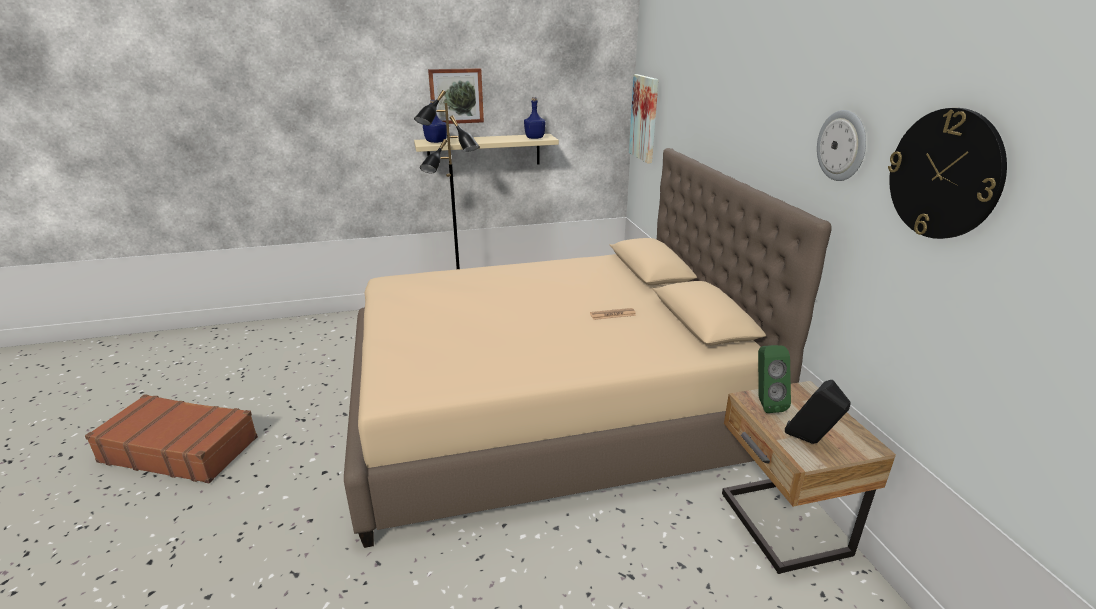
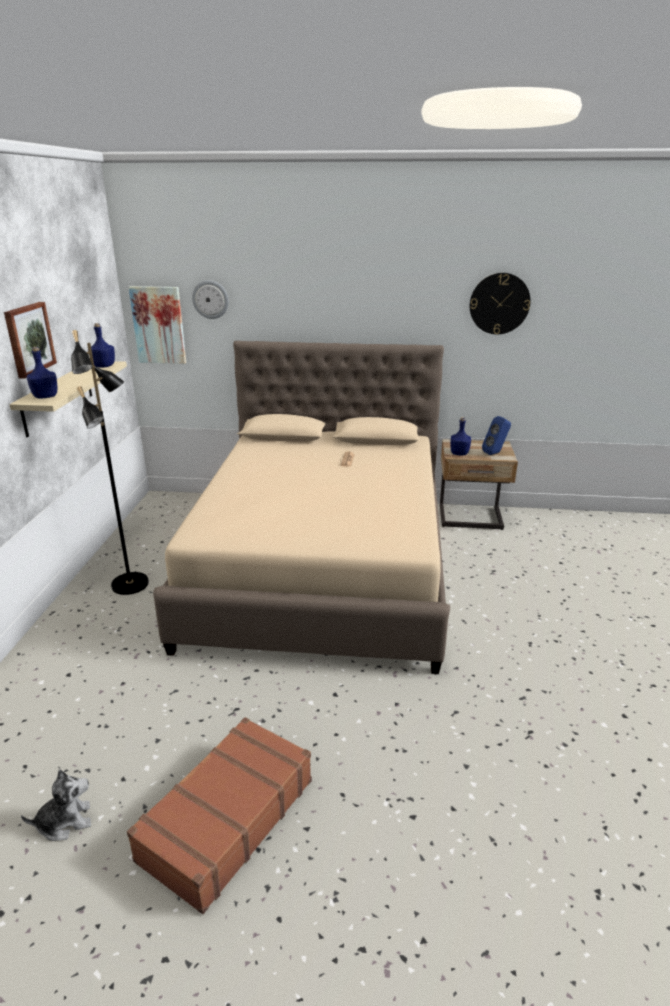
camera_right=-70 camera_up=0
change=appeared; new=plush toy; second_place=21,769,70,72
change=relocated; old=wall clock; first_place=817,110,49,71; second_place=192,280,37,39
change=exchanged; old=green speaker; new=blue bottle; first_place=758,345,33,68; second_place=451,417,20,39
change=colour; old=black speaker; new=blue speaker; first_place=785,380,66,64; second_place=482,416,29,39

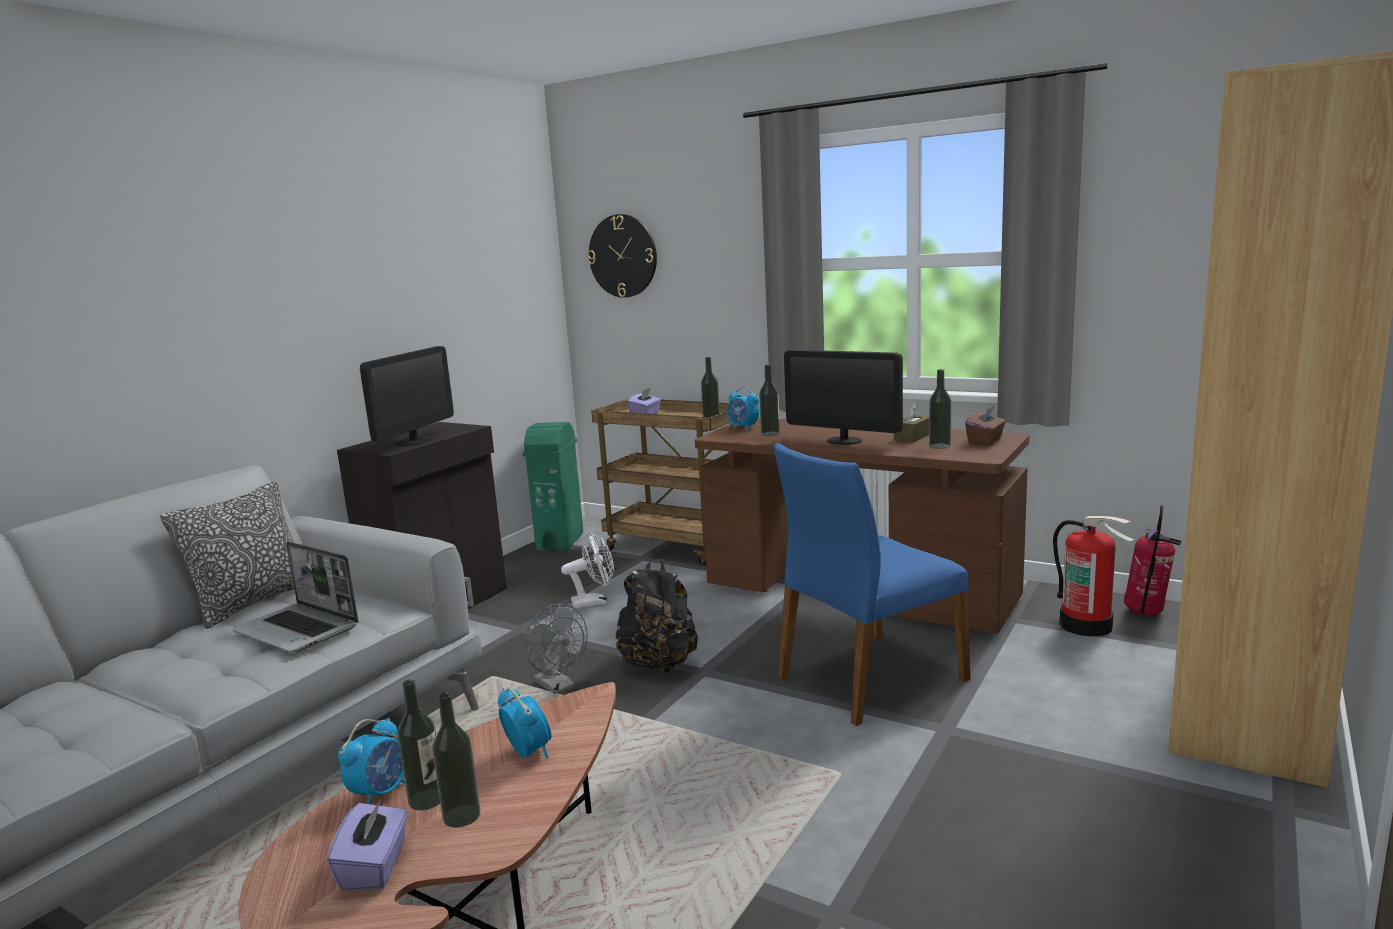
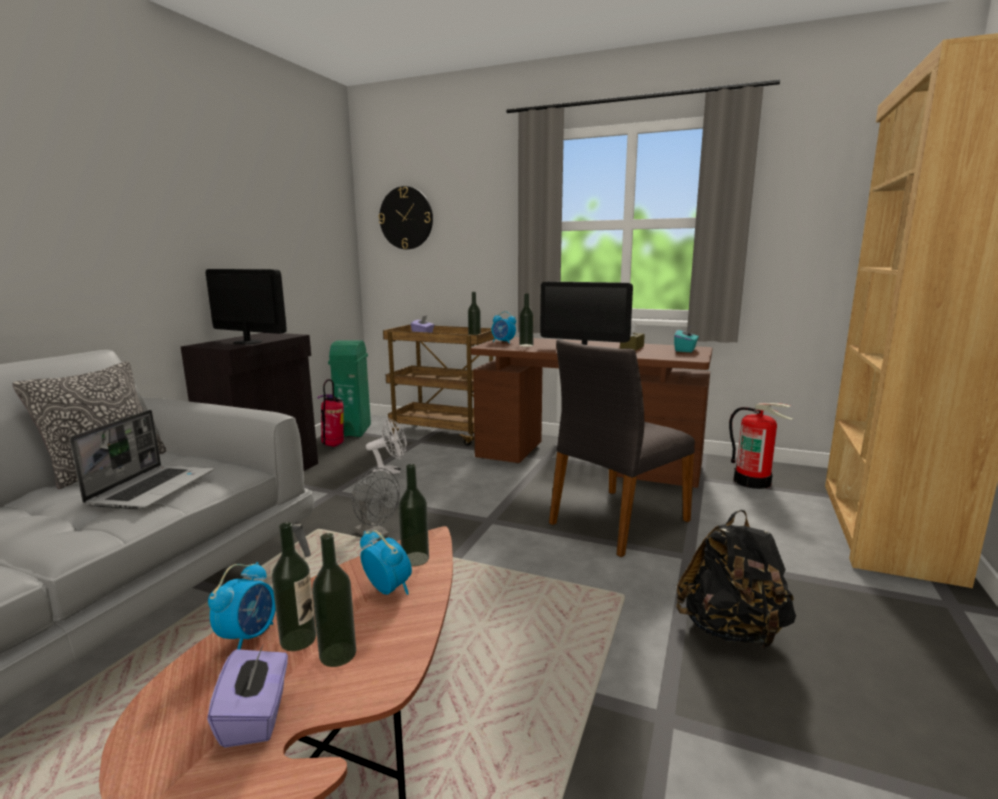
camera_right=-10 camera_up=0
change=relocated; old=black backpack; first_place=615,556,83,117; second_place=676,510,120,139
change=relocated; old=bottle; first_place=929,369,22,80; second_place=399,464,30,102
change=relocated; old=fire extinguisher; first_place=1124,505,58,111; second_place=317,379,27,68
change=colour; old=blue chair; new=grey chair; first_place=774,443,196,283; second_place=549,339,146,218
change=colour; old=brown tissue box; new=turquoise tissue box; first_place=965,405,41,40; second_place=674,325,25,27
change=spun; old=laptop; first_place=232,541,127,111; second_place=70,410,144,100; degrees=-105
change=spun; old=monitor; first_place=360,346,94,100; second_place=206,269,81,76; degrees=-75

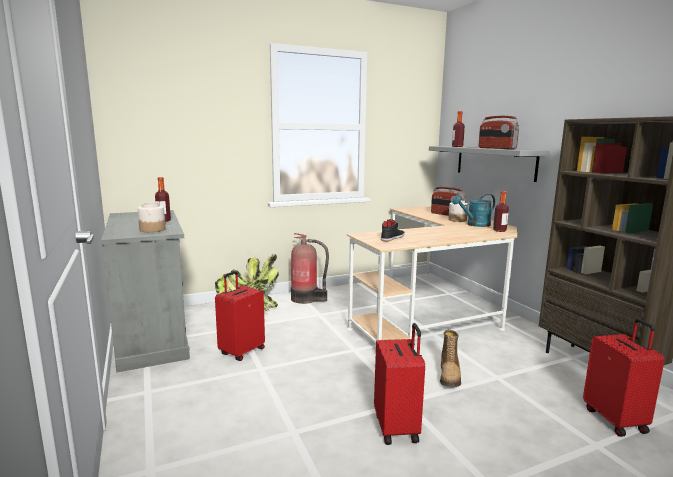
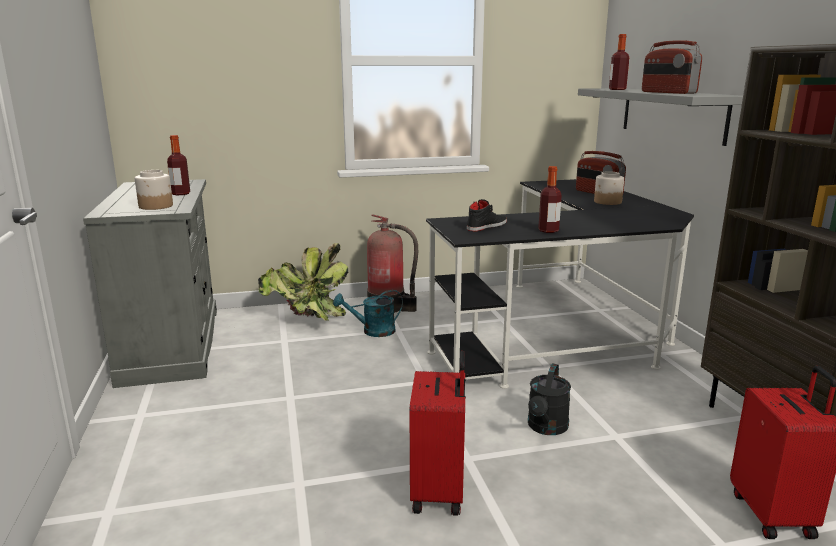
camera_right=10 camera_up=5
change=missing; old=red suitcase; first_place=215,271,50,90
change=relocated; old=turquoise watering can; first_place=452,194,43,33; second_place=333,290,70,47
change=relocated; old=bottle; first_place=493,191,16,41; second_place=538,166,24,67
change=exchanged; old=boot; new=black watering can; first_place=440,330,21,58; second_place=528,363,43,72
change=colour; old=beige desk; new=black desk; first_place=347,206,170,150; second_place=426,179,268,210

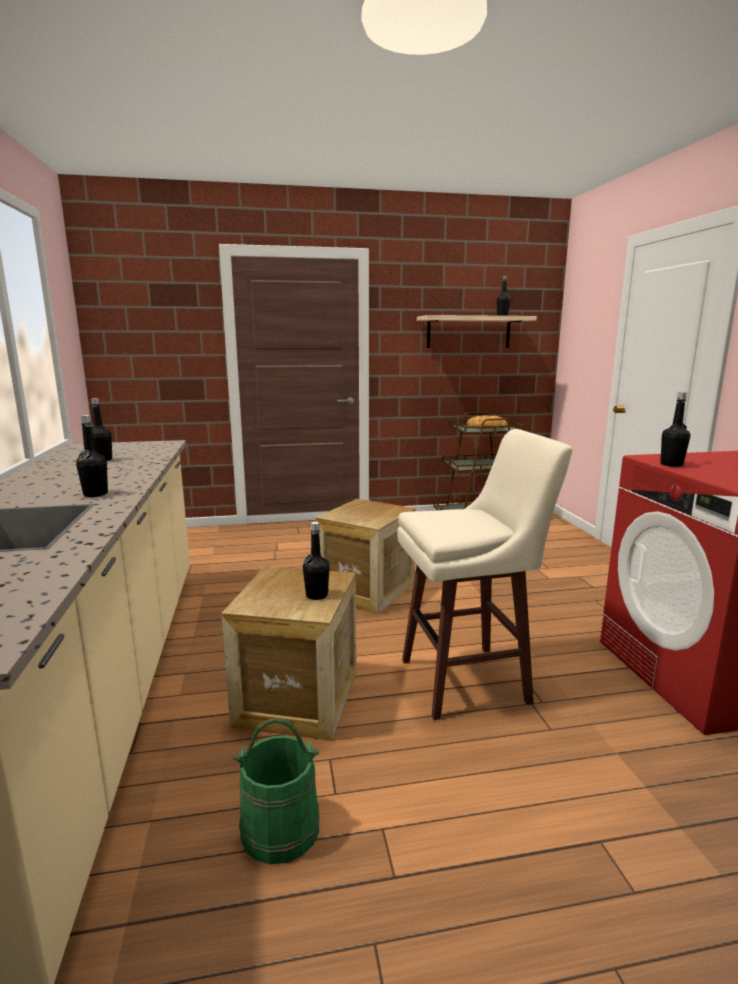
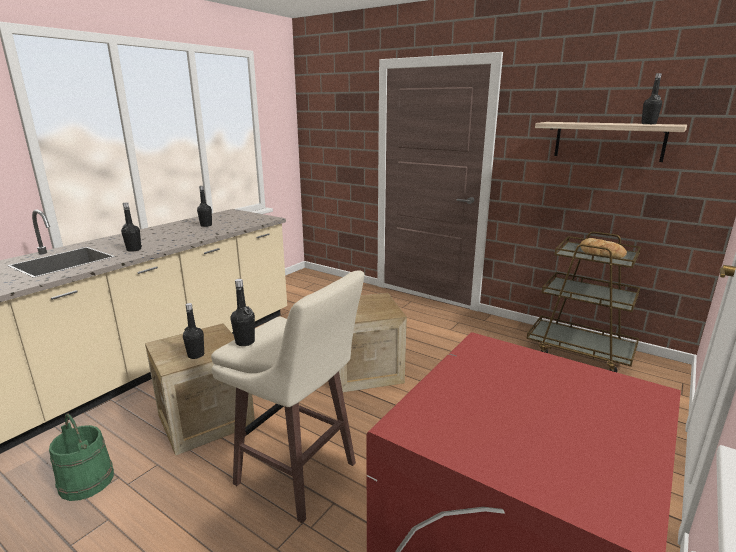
camera_right=45 camera_up=5
change=relocated; old=black bottle; first_place=660,392,30,75; second_place=230,279,25,67

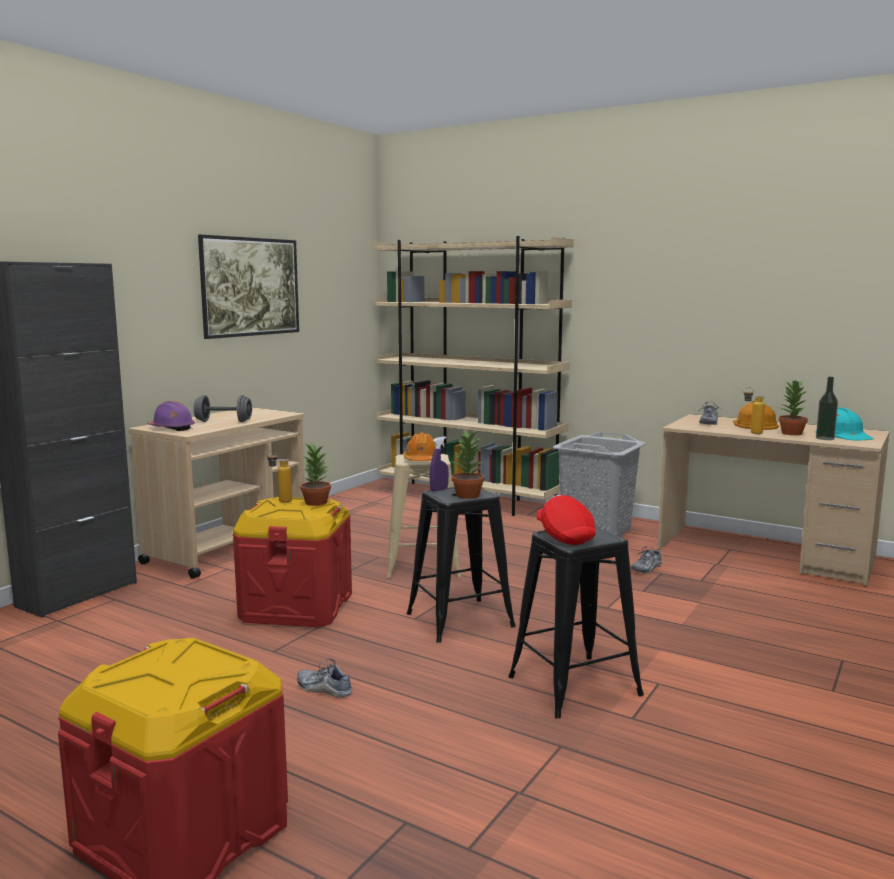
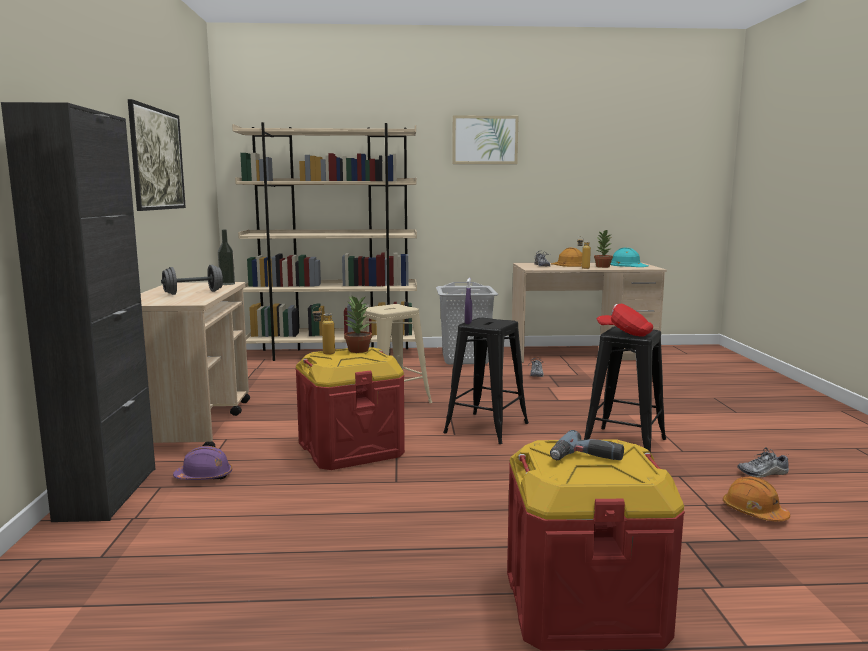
camera_right=-35 camera_up=0
change=missing; old=potted plant; first_place=452,430,32,69
change=appeared; new=picture; second_place=452,115,66,49
change=appeared; new=power drill; second_place=550,430,74,30
change=relocated; old=purple hard hat; first_place=147,401,48,30; second_place=173,446,59,34
change=relocated; old=shoe; first_place=297,658,55,39; second_place=737,447,52,31
change=relocated; old=orange hard hat; first_place=403,432,33,29; second_place=723,477,67,45
change=relocated; old=bottle; first_place=816,377,22,63; second_place=218,230,17,55

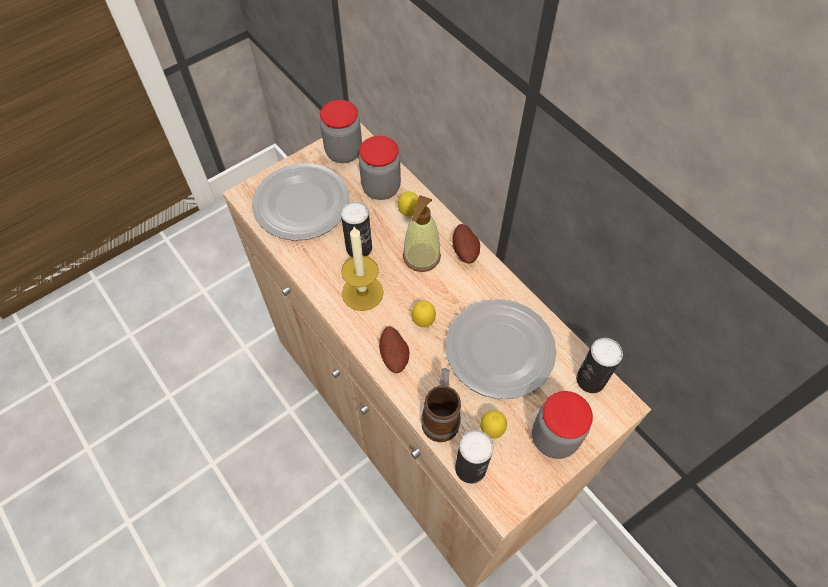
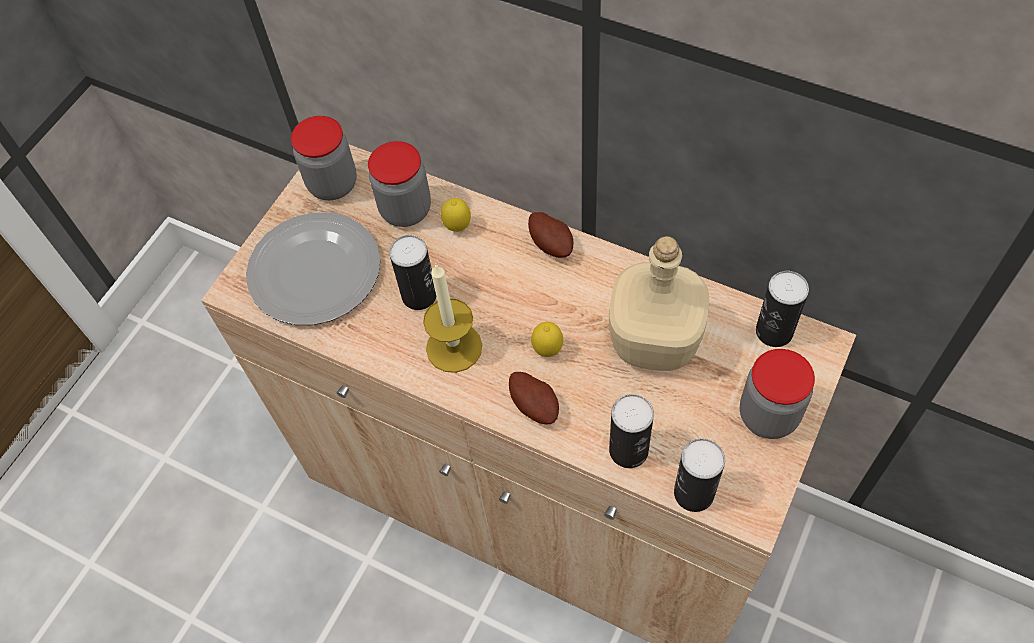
camera_right=-20 camera_up=0
change=missing; old=soap dispenser; first_place=403,195,38,77
change=missing; old=lemon; first_place=480,410,27,28
change=exchanged; old=mug; new=can; first_place=421,368,40,74; second_place=609,394,45,74
change=exchanged; old=plate; new=beige bottle; first_place=445,299,111,100; second_place=609,236,100,135

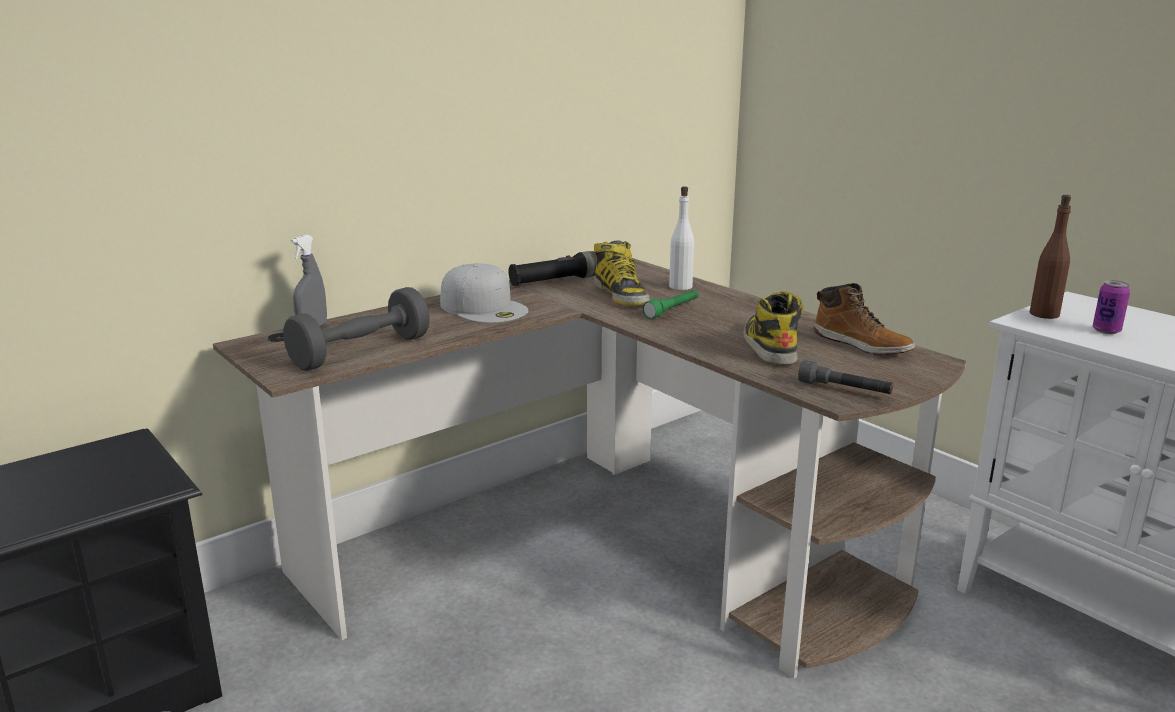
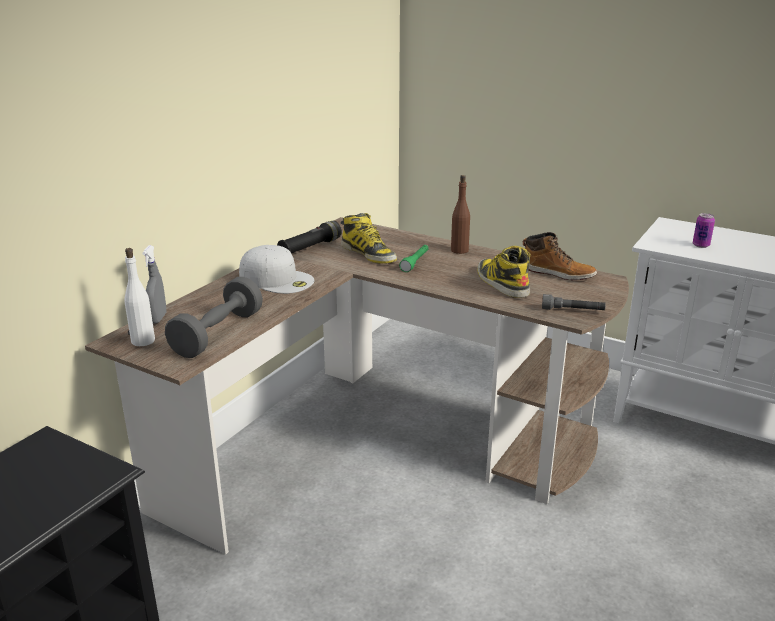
camera_right=-20 camera_up=5
change=relocated; old=white bottle; first_place=669,186,25,104; second_place=124,248,31,98
change=relocated; old=brown bottle; first_place=1030,195,41,124; second_place=451,175,19,79

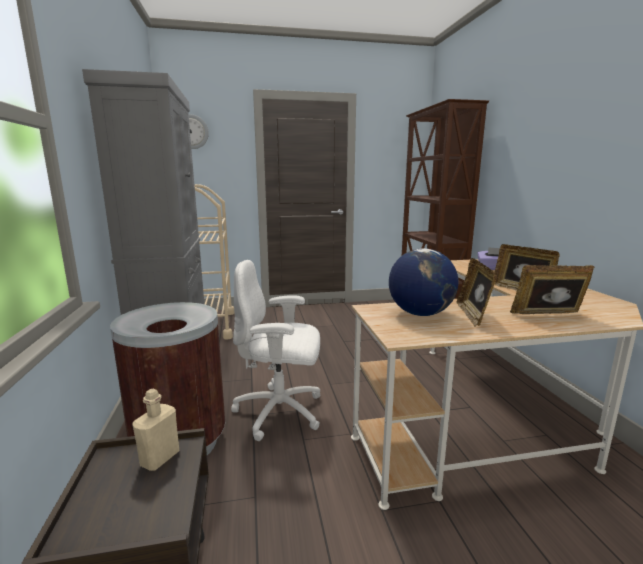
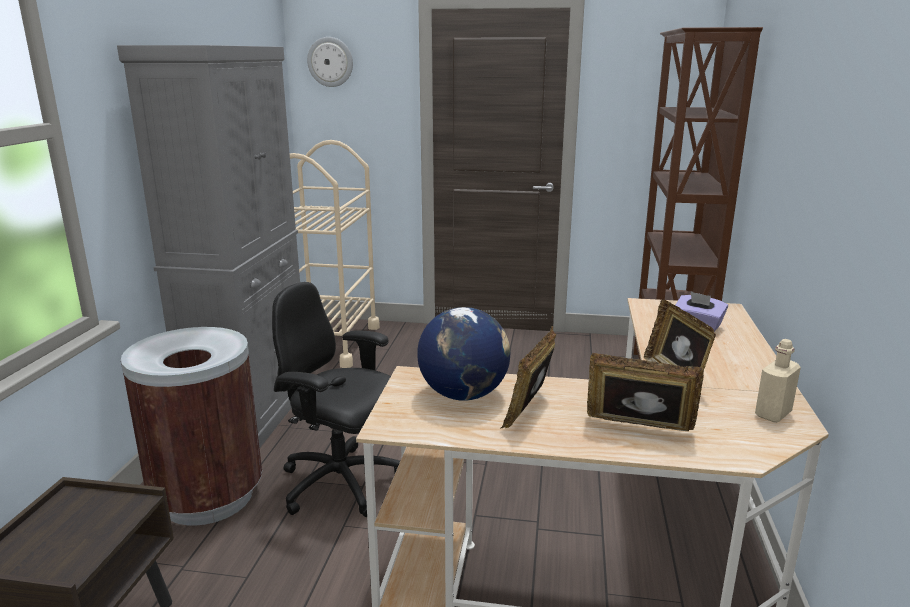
camera_right=20 camera_up=5
change=relocated; old=beige bottle; first_place=132,389,48,82; second_place=755,339,46,84
change=colour; old=white office chair; new=black office chair; first_place=231,260,89,181; second_place=272,282,128,235

